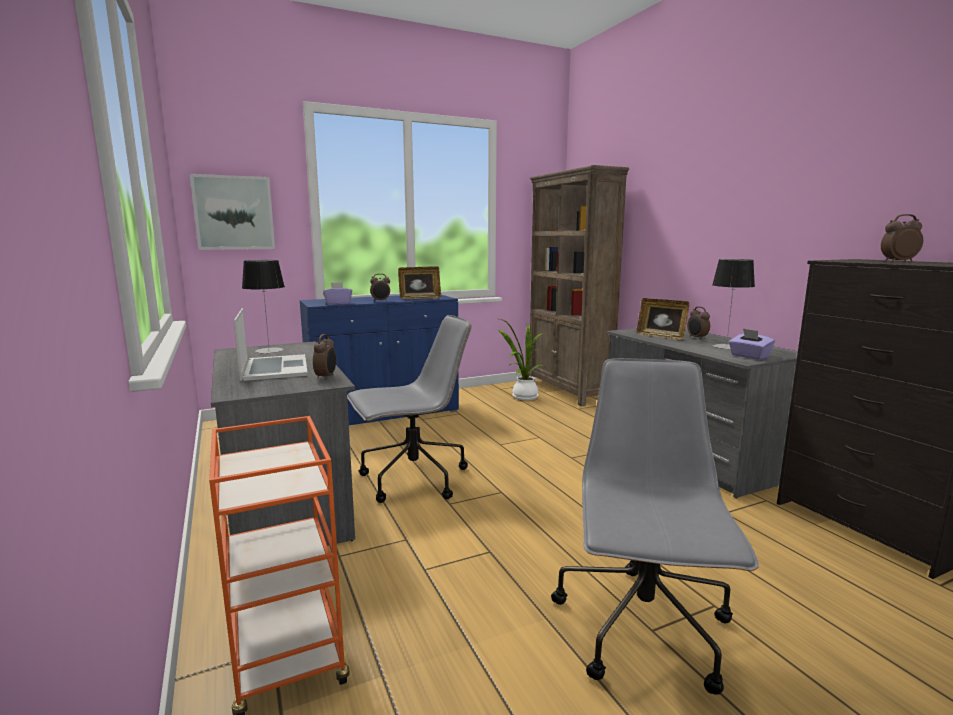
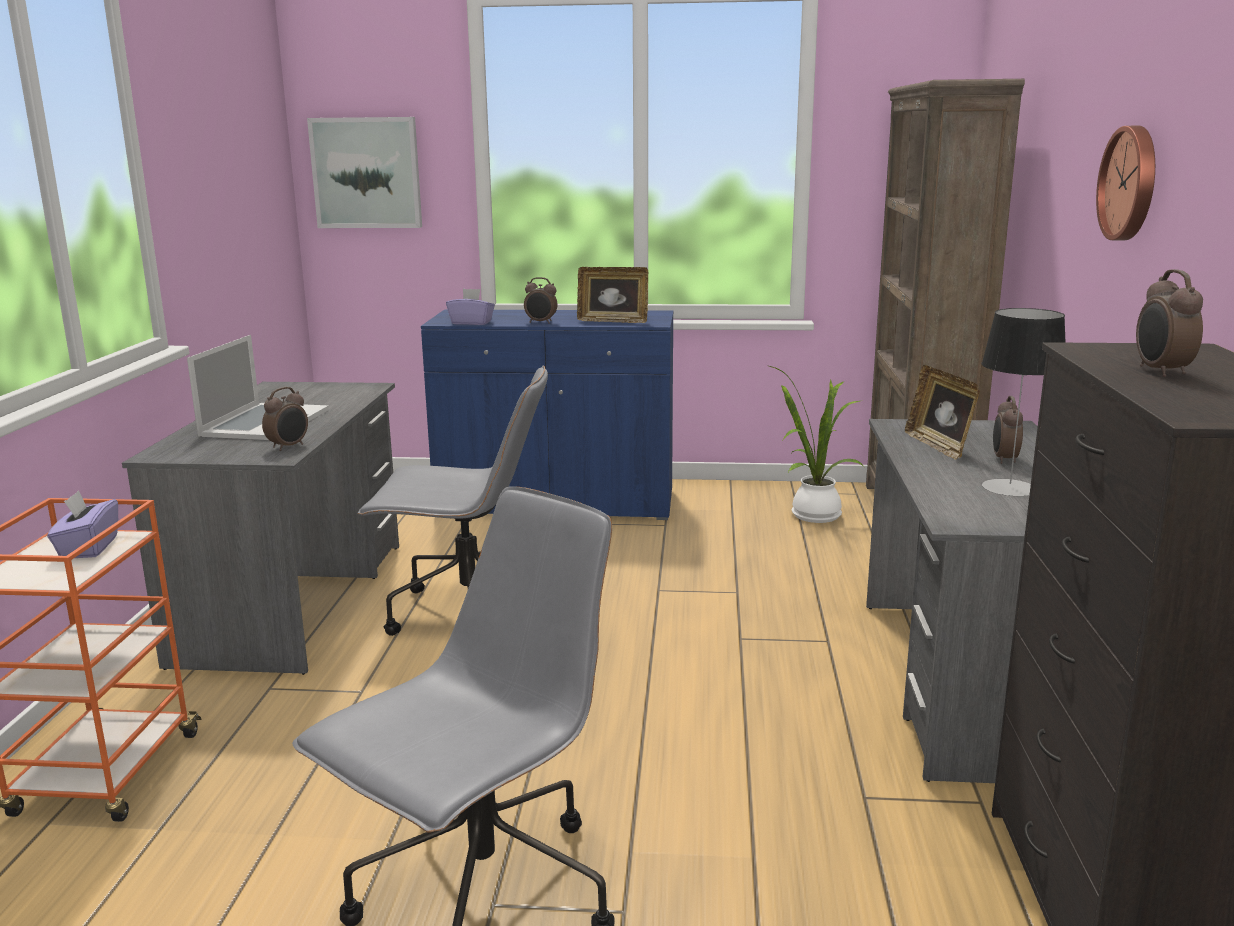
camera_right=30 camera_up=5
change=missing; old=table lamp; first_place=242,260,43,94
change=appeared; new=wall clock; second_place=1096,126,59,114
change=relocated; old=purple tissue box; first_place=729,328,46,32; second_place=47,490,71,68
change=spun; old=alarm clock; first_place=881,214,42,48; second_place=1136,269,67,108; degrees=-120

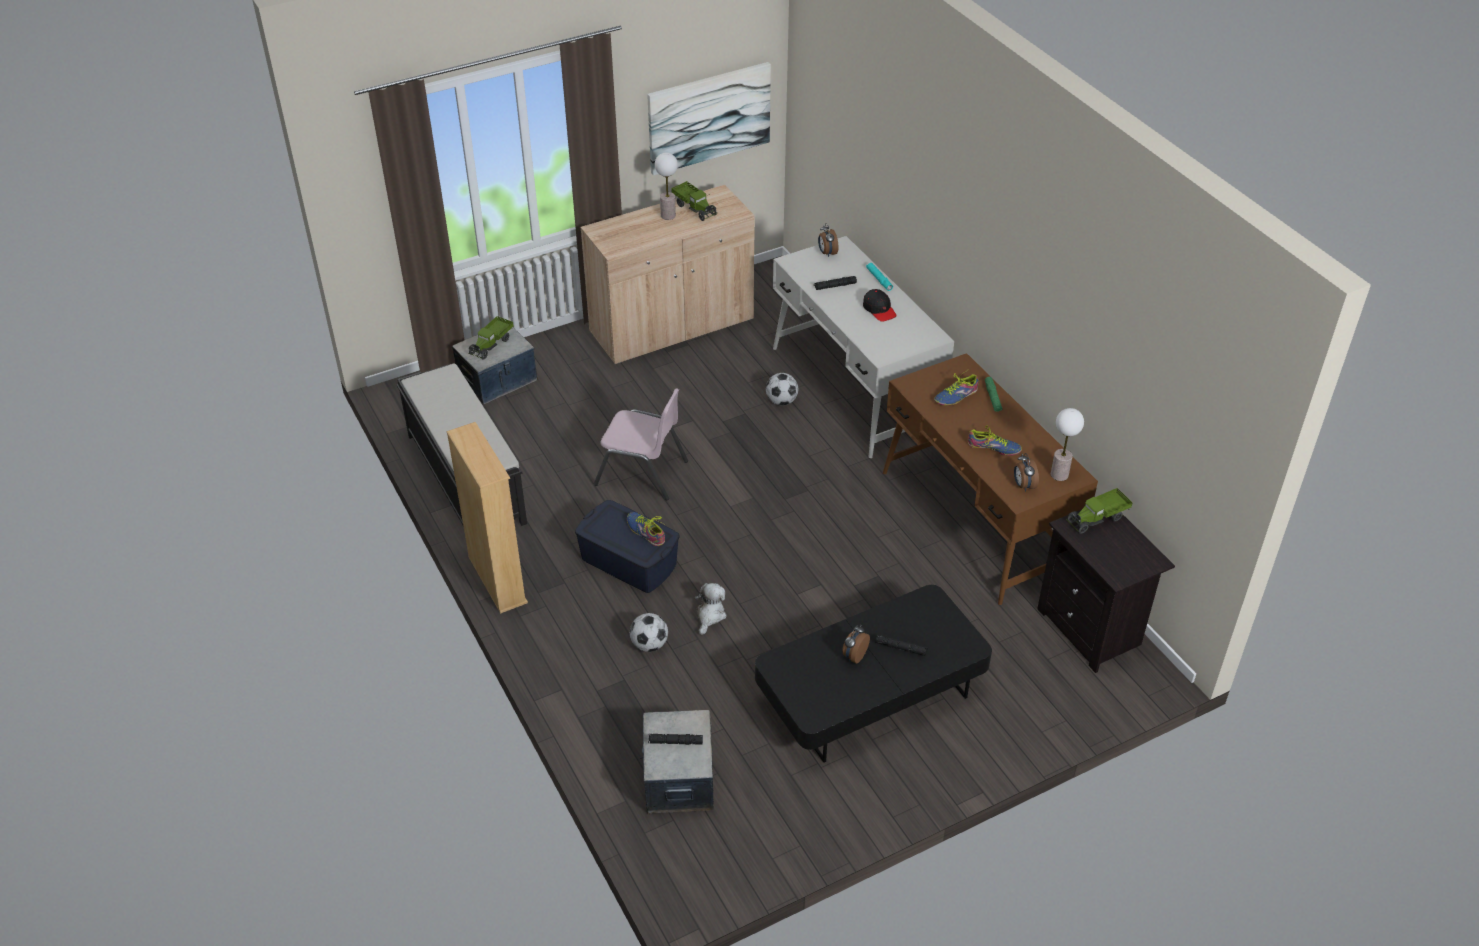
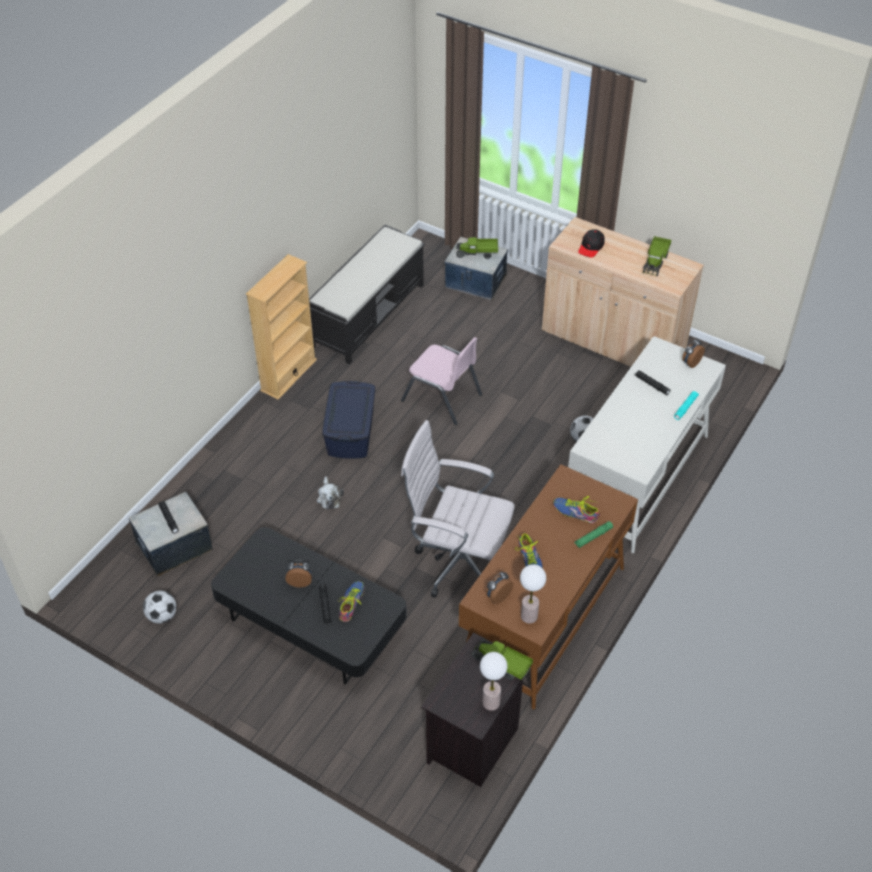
camera_right=60 camera_up=5
change=missing; old=picture; first_place=647,62,124,114
change=appeared; new=white office chair; second_place=401,420,114,178
change=relocated; old=shoe; first_place=627,512,39,34; second_place=338,581,26,41
change=relocated; old=football; first_place=630,613,38,39; second_place=143,590,34,34
change=relocated; old=table lamp; first_place=655,153,23,67; second_place=480,652,27,59
change=relocated; old=black cap; first_place=863,289,33,33; second_place=578,229,27,29
change=spun; old=pink chair; first_place=594,388,94,112; second_place=401,337,81,88; degrees=-45
change=spun; old=plush toy; first_place=695,583,32,52; second_place=317,476,27,34; degrees=90

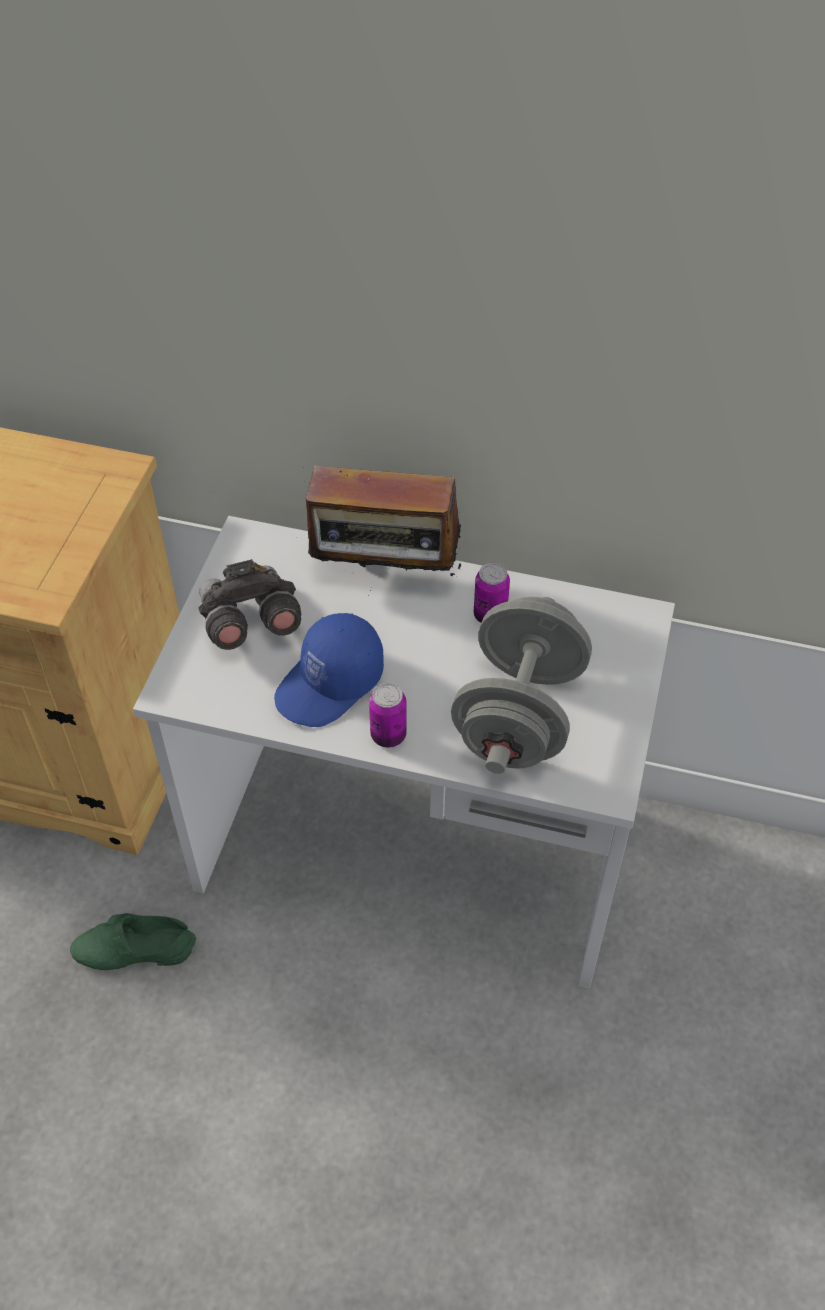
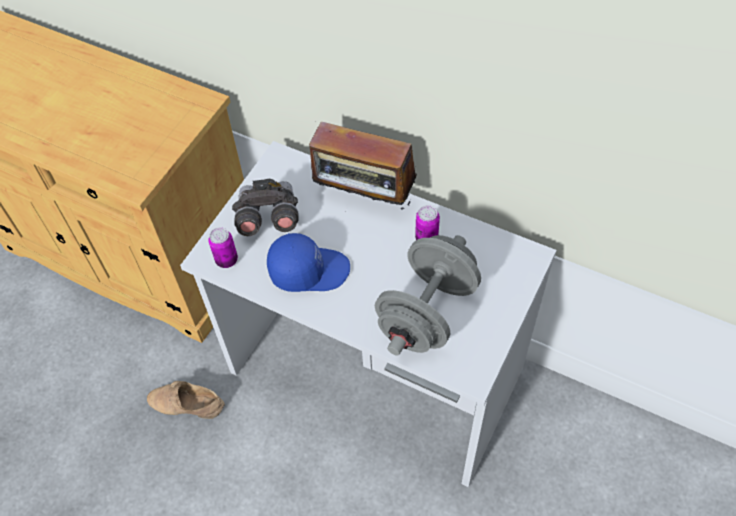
camera_right=15 camera_up=5
change=relocated; old=can; first_place=369,683,38,65; second_place=208,227,30,41
change=colour; old=green shoe; new=beige shoe; first_place=70,913,126,57; second_place=147,381,78,38
change=spun; old=blue cap; first_place=274,613,110,114; second_place=267,233,83,59; degrees=-150

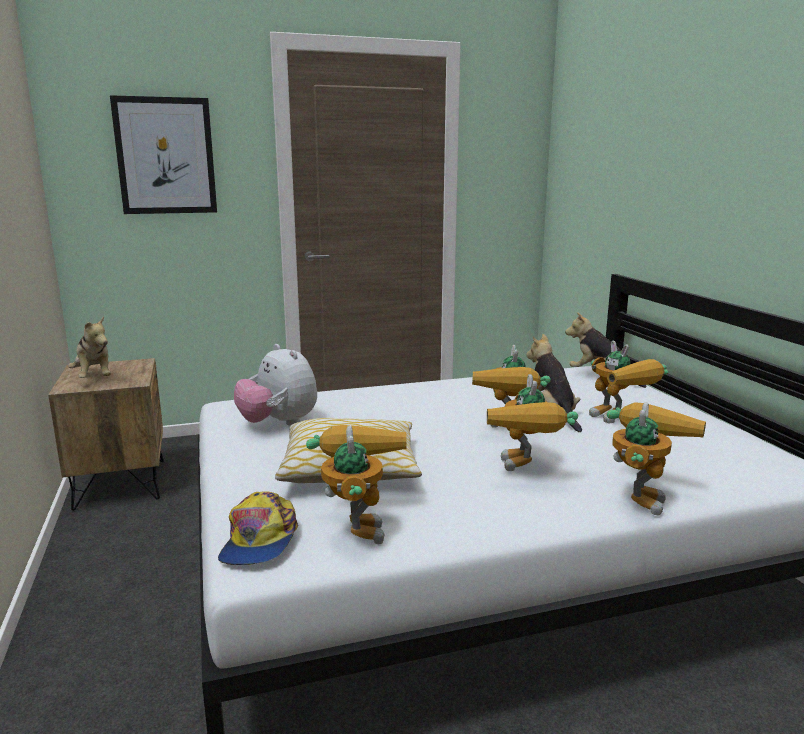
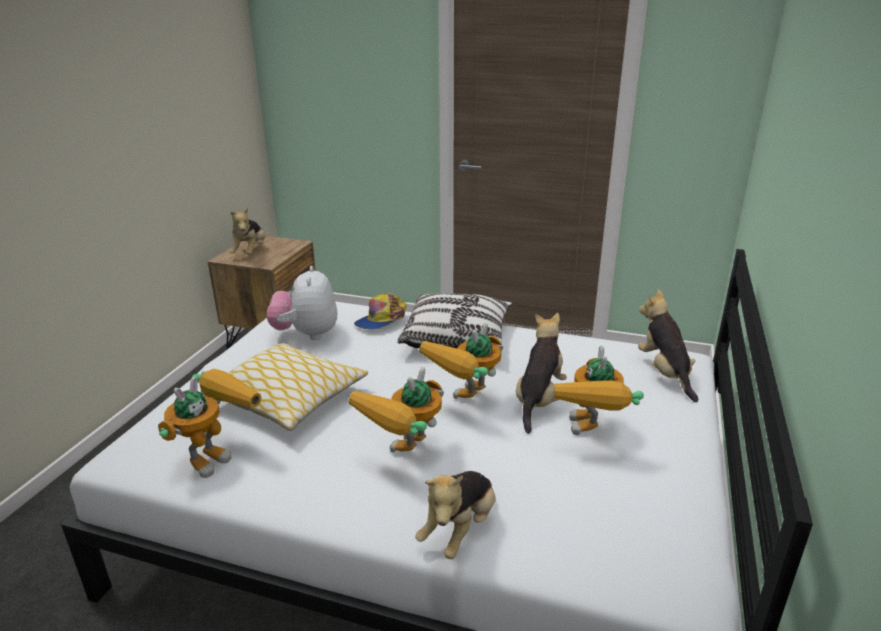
camera_right=35 camera_up=10
change=missing; old=picture; first_place=110,95,107,119
change=appeared; new=pillow; second_place=397,294,115,54
change=relocated; old=cap; first_place=218,491,80,74; second_place=354,293,53,37
change=exchanged; old=toy robot; new=plush toy; first_place=607,402,99,114; second_place=415,471,81,88

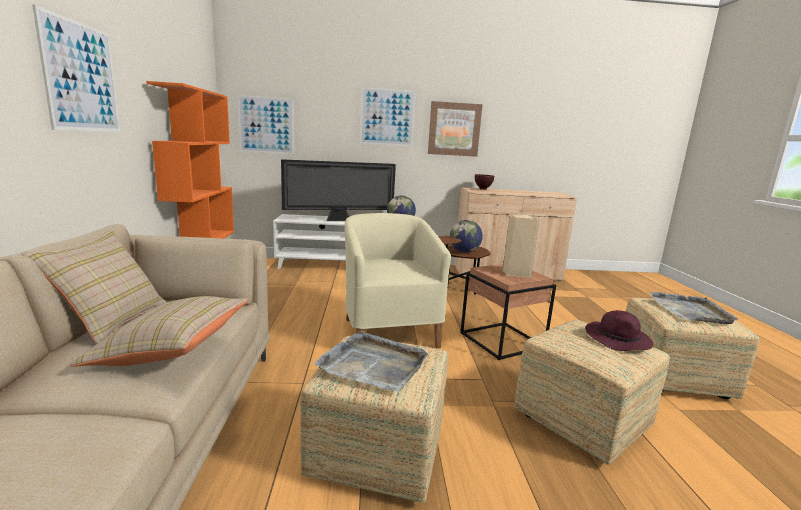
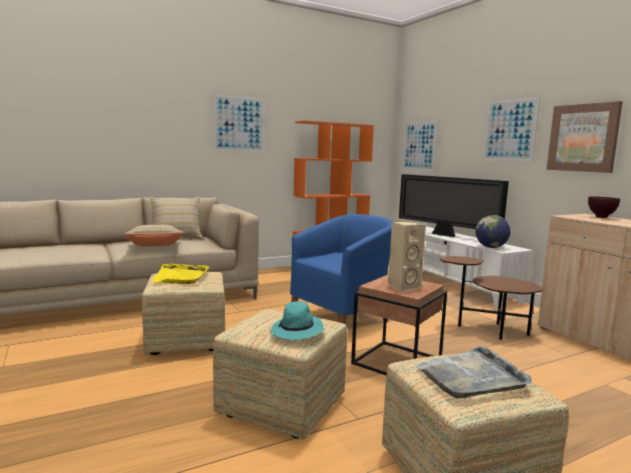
camera_right=65 camera_up=-5
change=missing; old=globe; first_place=450,220,33,33
change=colour; old=grey tray; new=yellow tray; first_place=314,331,114,61; second_place=151,264,58,20
change=colour; old=beige armchair; new=blue armchair; first_place=344,213,107,135; second_place=290,214,104,110
change=colour; old=purple hat; new=turquoise hat; first_place=585,310,68,41; second_place=269,301,56,39

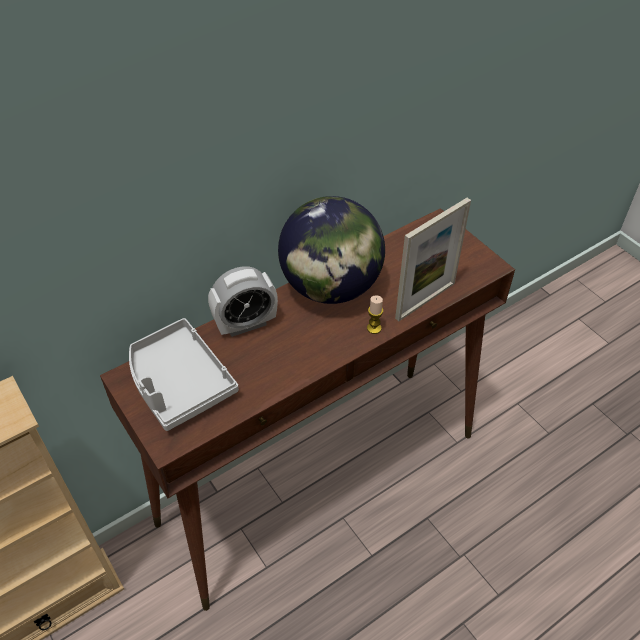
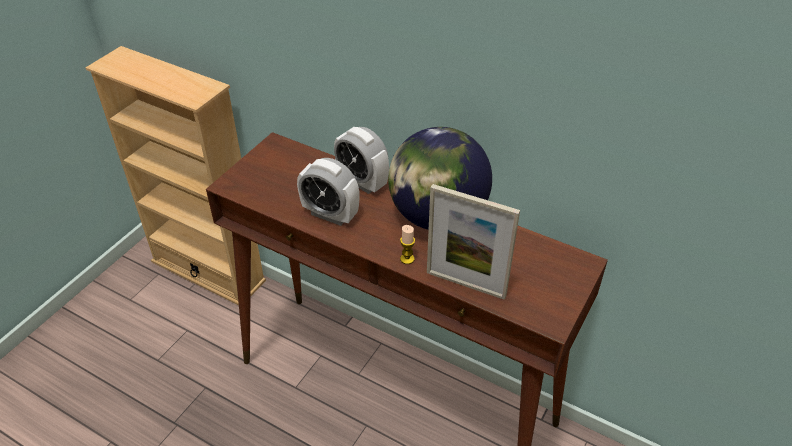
camera_right=65 camera_up=-5
change=missing; old=grey tray; first_place=129,318,110,113
change=appeared; new=alarm clock; second_place=297,158,63,68

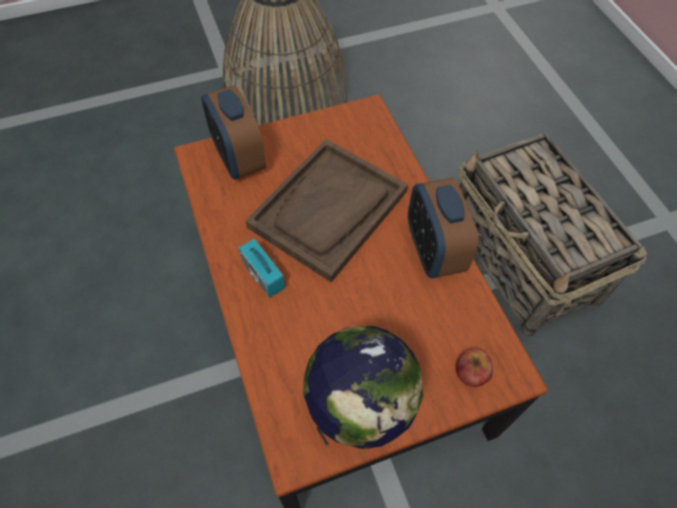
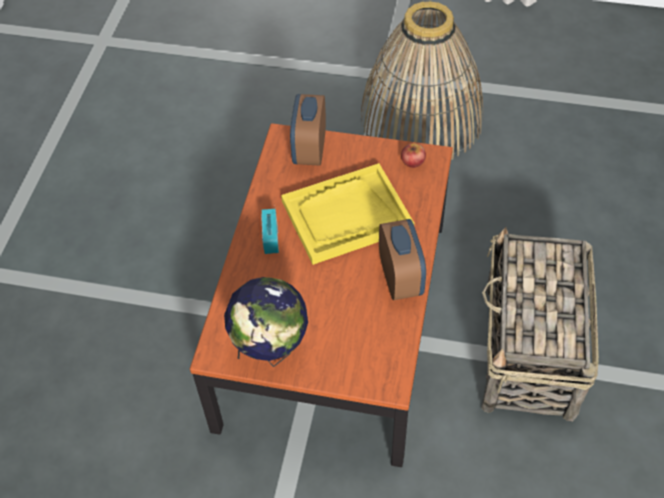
camera_right=35 camera_up=-5
change=relocated; old=apple; first_place=455,349,38,38; second_place=401,143,25,25
change=colour; old=brown tray; new=yellow tray; first_place=245,139,163,143; second_place=281,163,133,102
change=spun; old=alarm clock; first_place=408,178,70,100; second_place=379,219,47,81; degrees=150

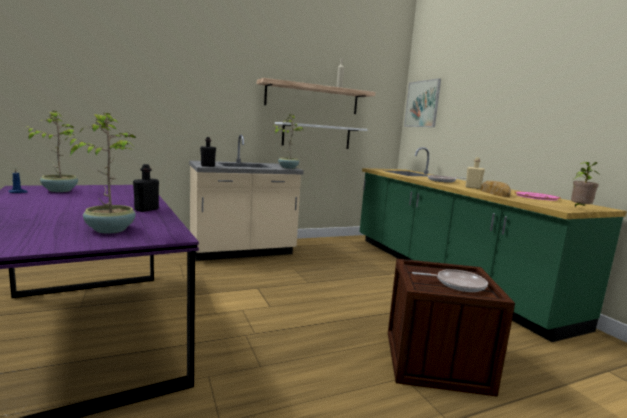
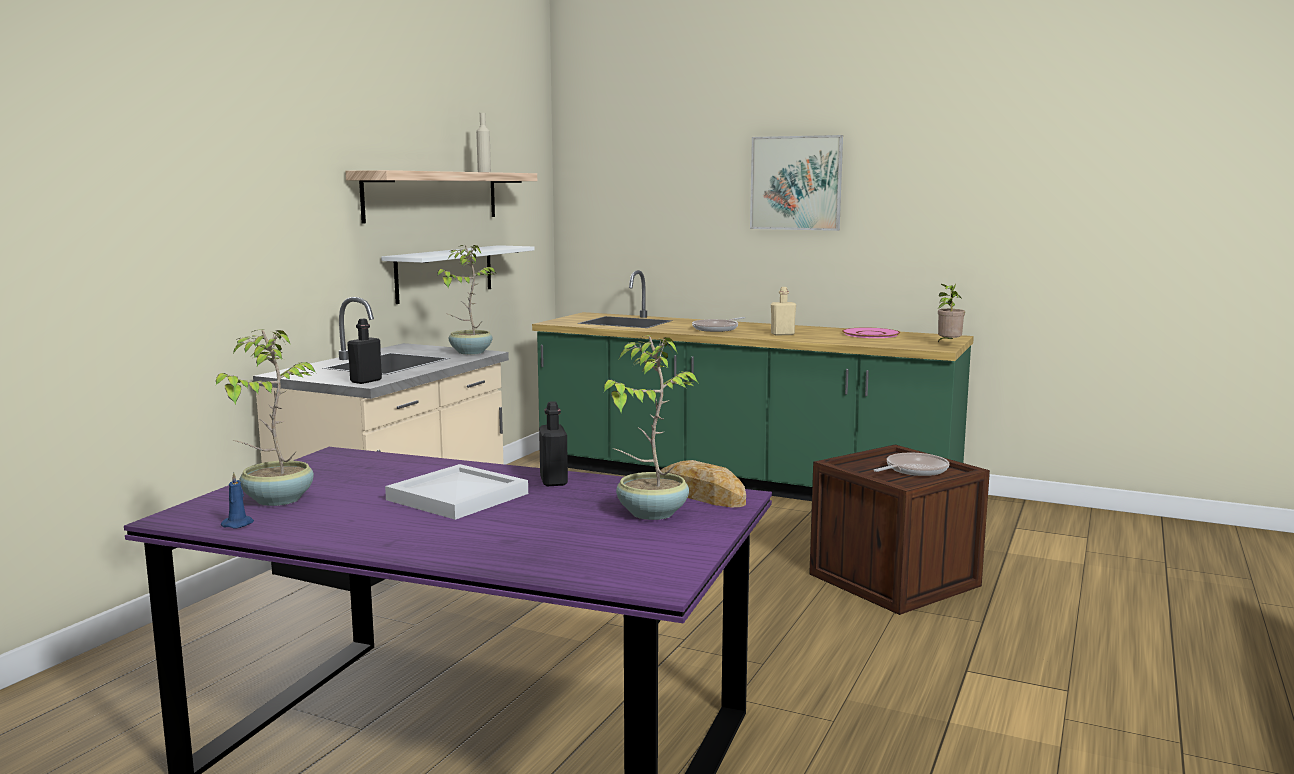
camera_right=-40 camera_up=0
change=appeared; new=white tray; second_place=385,464,143,56
change=relocated; old=picture; first_place=404,78,37,49; second_place=750,135,93,96
change=relocated; old=bread; first_place=481,181,30,16; second_place=660,460,86,47

